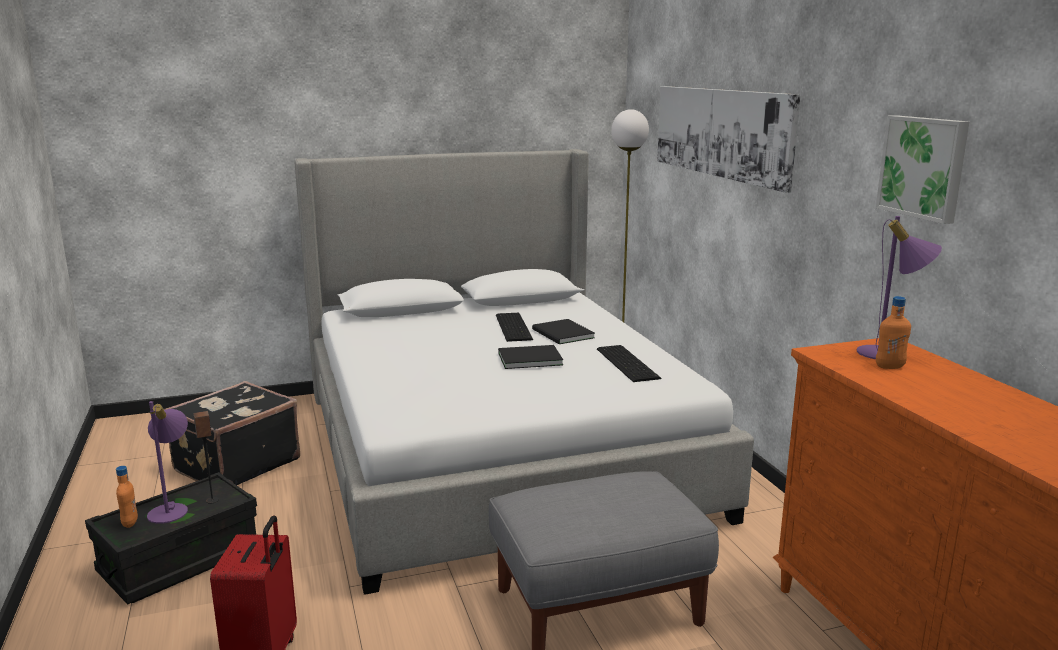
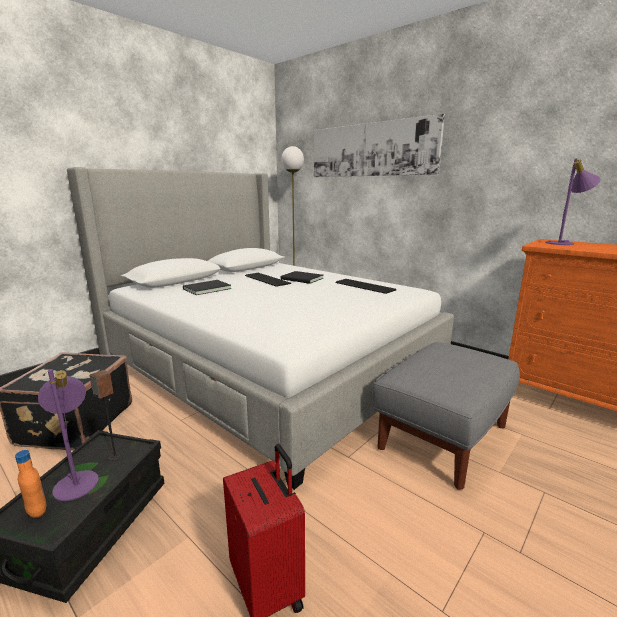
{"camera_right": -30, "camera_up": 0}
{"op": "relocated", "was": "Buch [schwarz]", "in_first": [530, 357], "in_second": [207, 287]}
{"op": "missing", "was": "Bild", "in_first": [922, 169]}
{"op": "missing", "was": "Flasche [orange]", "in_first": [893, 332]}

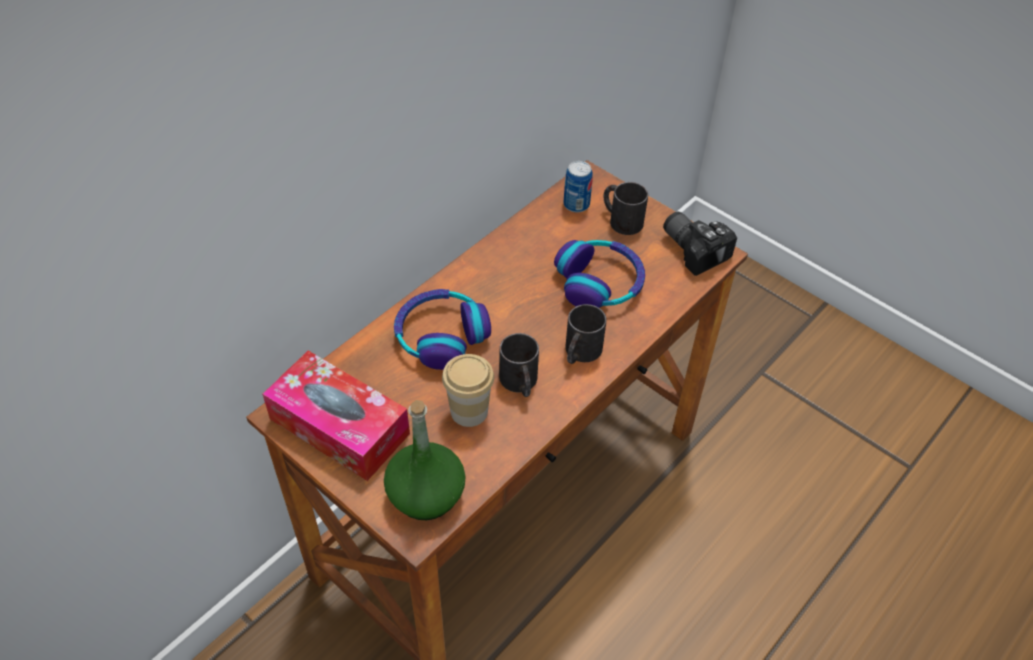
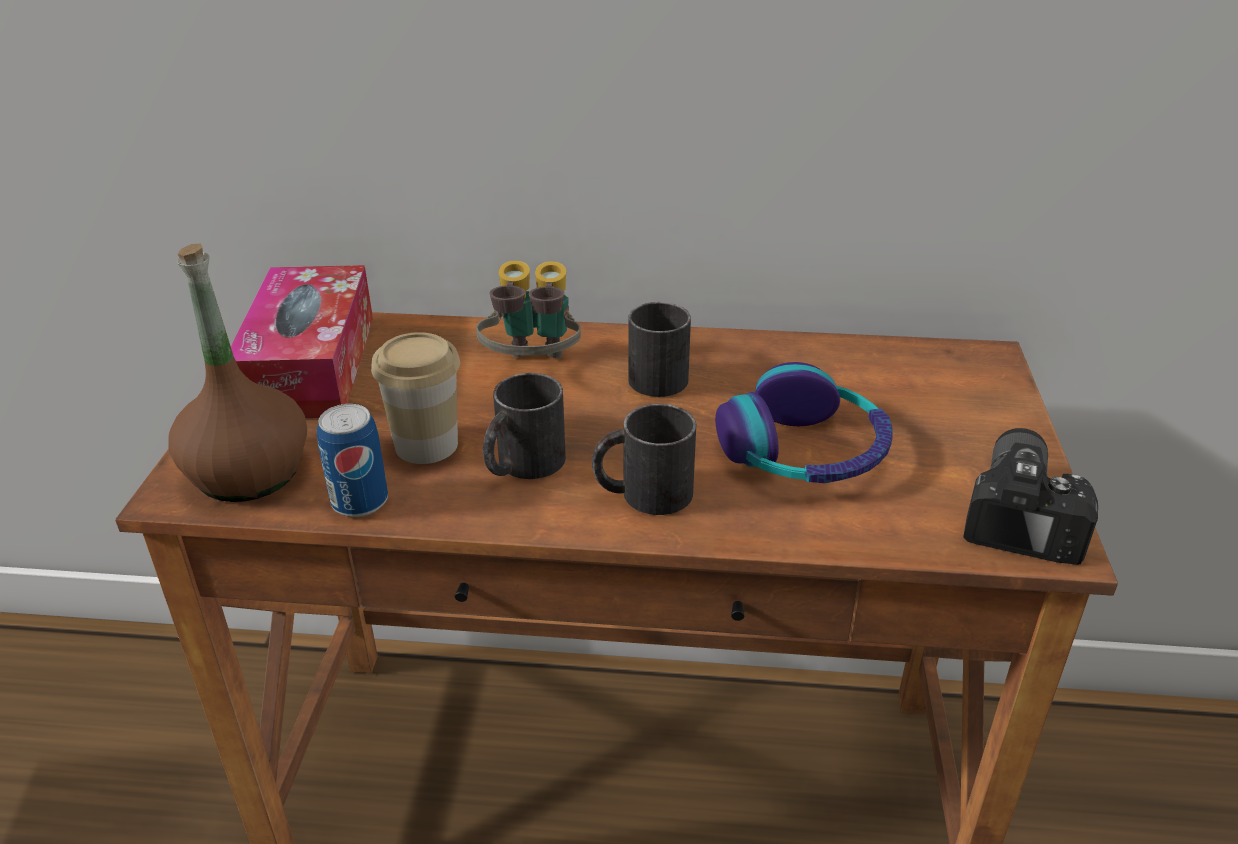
{"camera_right": 55, "camera_up": -15}
{"op": "colour", "was": "Flasche [grün]", "now": "Flasche [braun]", "in_first": [425, 460], "in_second": [238, 373]}
{"op": "relocated", "was": "Dose", "in_first": [578, 187], "in_second": [352, 460]}
{"op": "exchanged", "was": "Kopfhörer", "now": "Fernglas", "in_first": [442, 329], "in_second": [528, 309]}
{"op": "relocated", "was": "Henkelbecher [schwarz]", "in_first": [625, 208], "in_second": [659, 349]}

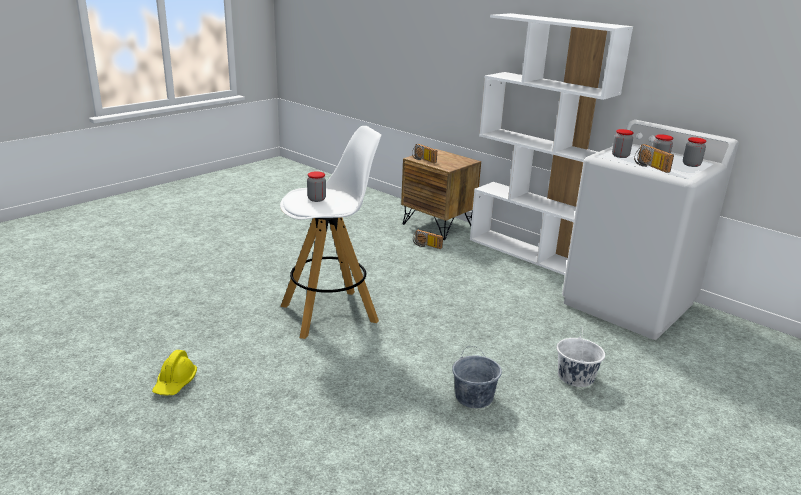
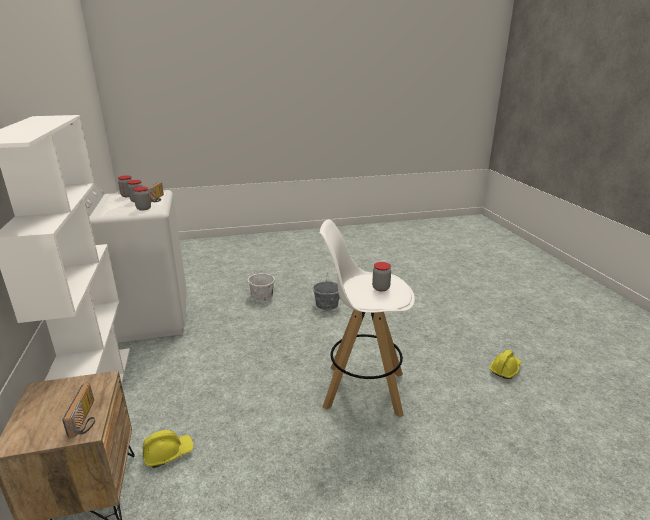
{"camera_right": -145, "camera_up": 0}
{"op": "exchanged", "was": "Radio", "now": "Schutzhelm [gelb]", "in_first": [428, 239], "in_second": [168, 449]}

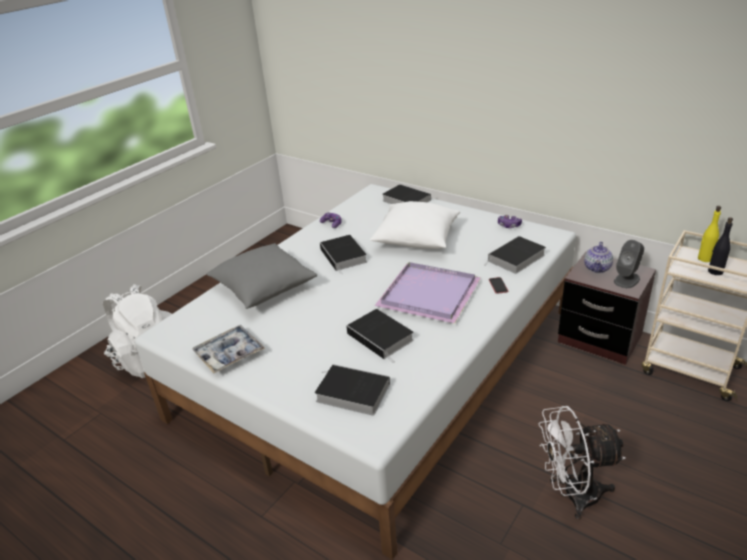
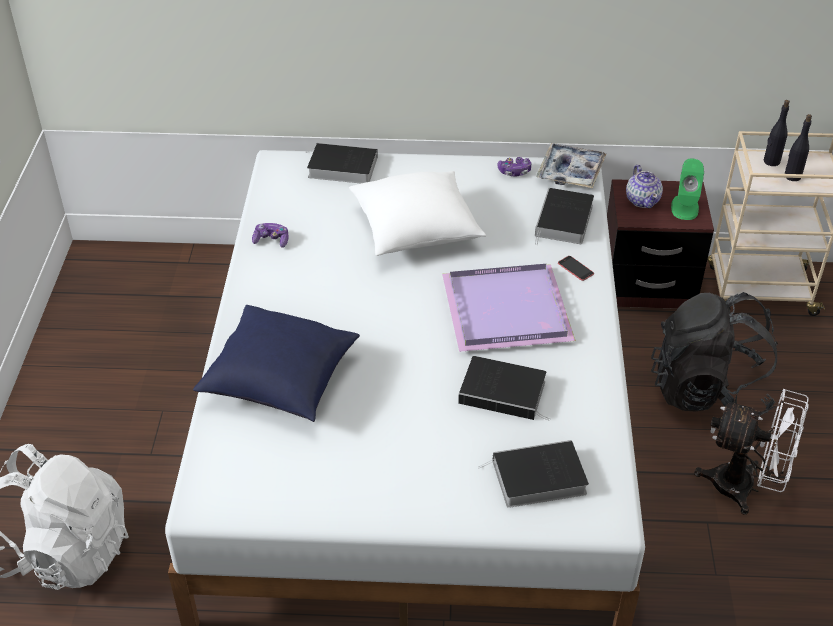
{"camera_right": -35, "camera_up": 10}
{"op": "colour", "was": "Kissen [grau]", "now": "Kissen [blau]", "in_first": [261, 276], "in_second": [276, 363]}
{"op": "relocated", "was": "Tablett", "in_first": [228, 349], "in_second": [572, 165]}
{"op": "appeared", "now": "Rucksack [schwarz]", "in_second": [714, 354]}
{"op": "colour", "was": "Lautsprecher [grau]", "now": "Lautsprecher [grün]", "in_first": [629, 264], "in_second": [687, 189]}
{"op": "spun", "was": "Ventilator [weiß]", "in_first": [582, 463], "in_second": [751, 452], "clockwise": -120}
{"op": "colour", "was": "Flasche [gelb]", "now": "Flasche [schwarz]", "in_first": [709, 234], "in_second": [777, 133]}
{"op": "missing", "was": "Buch", "in_first": [343, 255]}

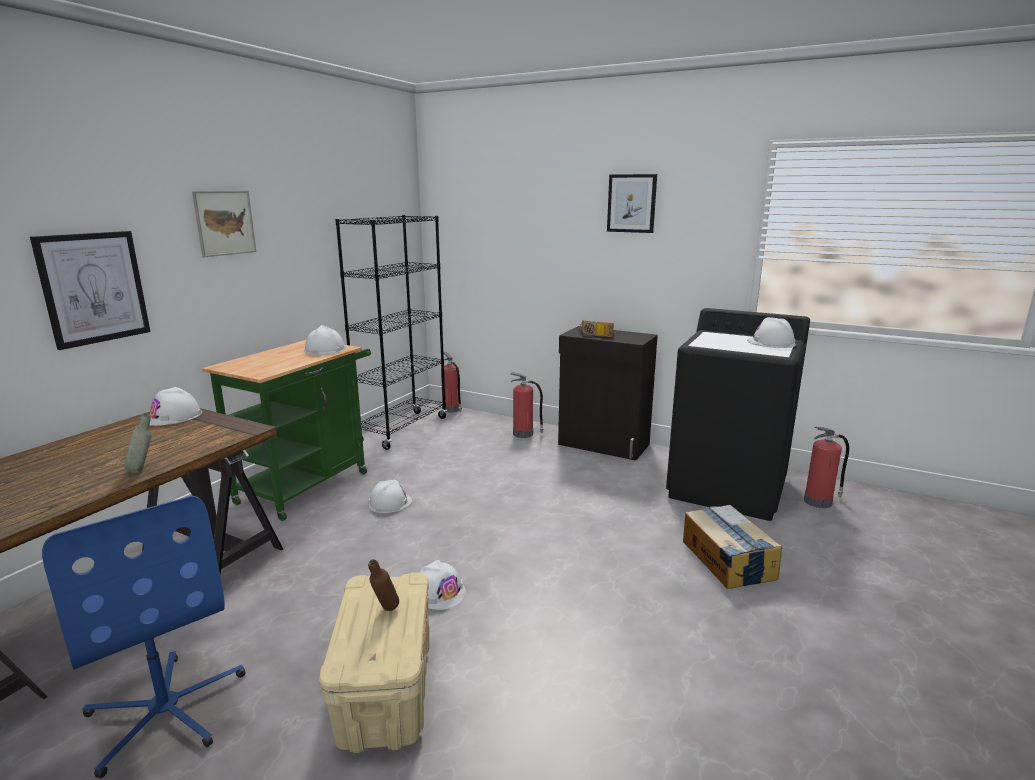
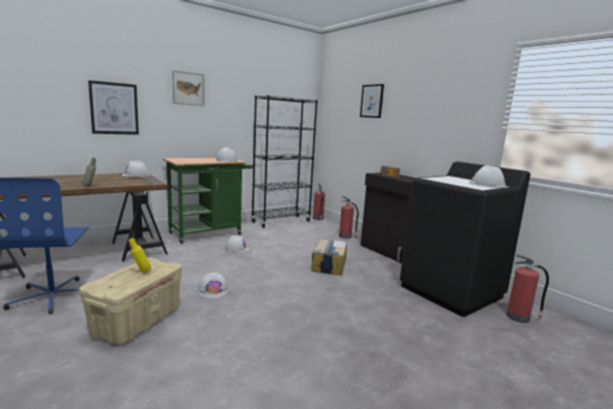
{"camera_right": 25, "camera_up": -5}
{"op": "colour", "was": "Flasche [braun]", "now": "Flasche [gelb]", "in_first": [383, 585], "in_second": [140, 255]}
{"op": "relocated", "was": "Karton", "in_first": [732, 547], "in_second": [329, 257]}
{"op": "relocated", "was": "Bild", "in_first": [632, 203], "in_second": [372, 101]}

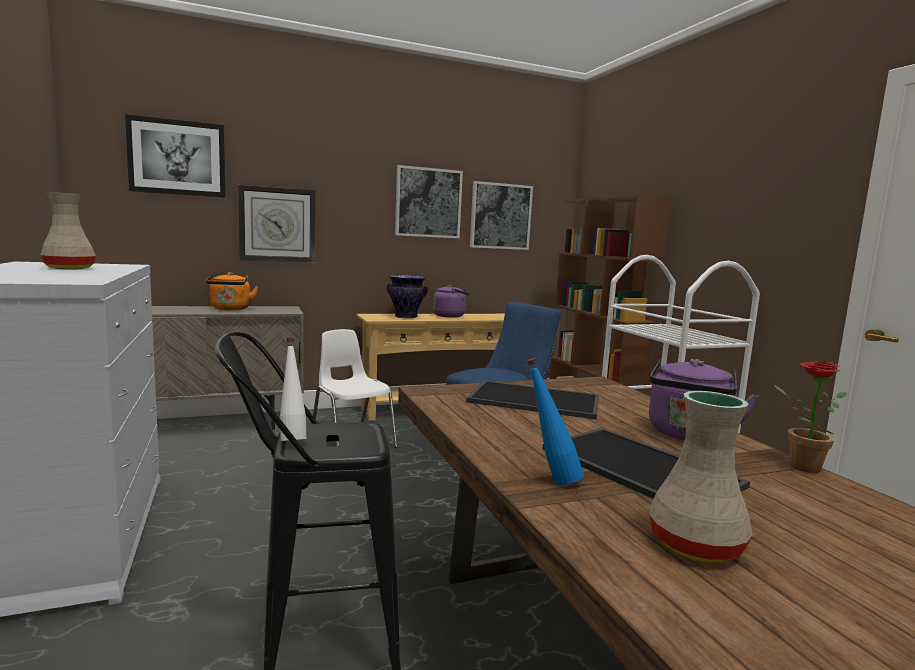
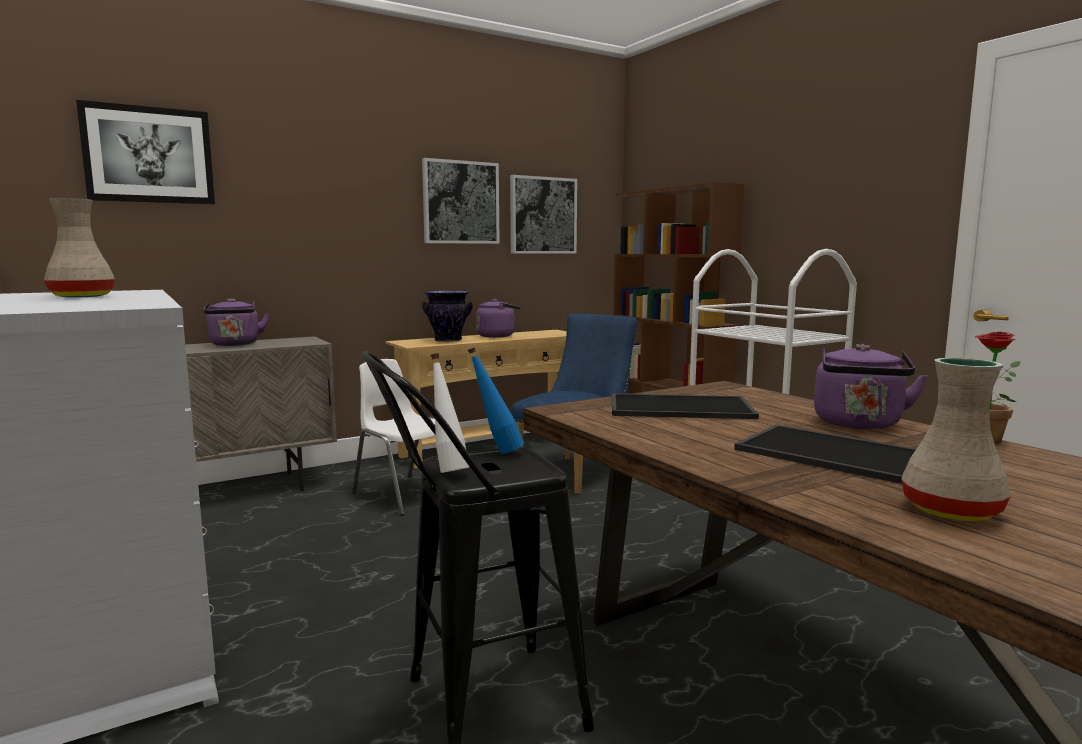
{"camera_right": -10, "camera_up": 0}
{"op": "colour", "was": "Wasserkessel [orange]", "now": "Wasserkessel [lila]", "in_first": [232, 291], "in_second": [236, 322]}
{"op": "relocated", "was": "Flasche [blau]", "in_first": [555, 421], "in_second": [496, 400]}
{"op": "missing", "was": "Wanduhr", "in_first": [276, 223]}

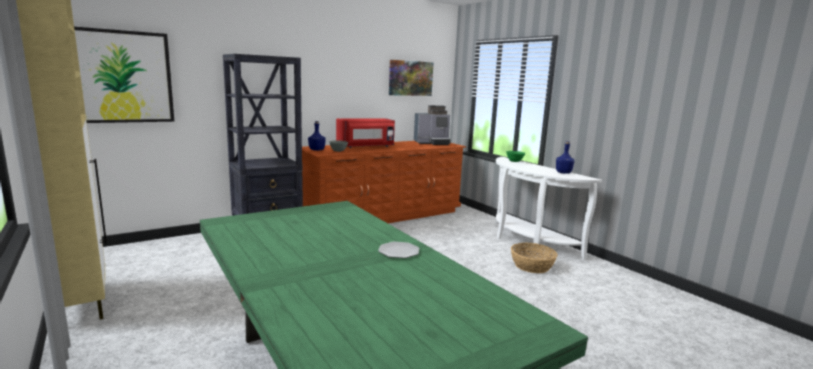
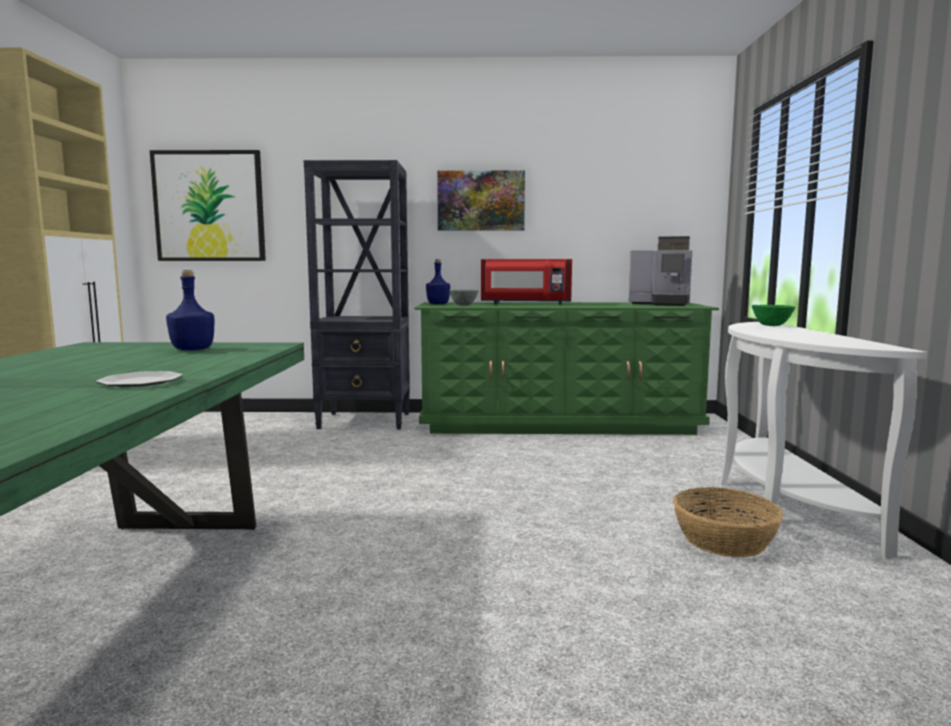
{"camera_right": 35, "camera_up": -5}
{"op": "relocated", "was": "Flasche [blau]", "in_first": [565, 157], "in_second": [190, 310]}
{"op": "colour", "was": "Kommode [braun]", "now": "Kommode [grün]", "in_first": [384, 182], "in_second": [566, 368]}
{"op": "relocated", "was": "Bild", "in_first": [411, 78], "in_second": [481, 200]}

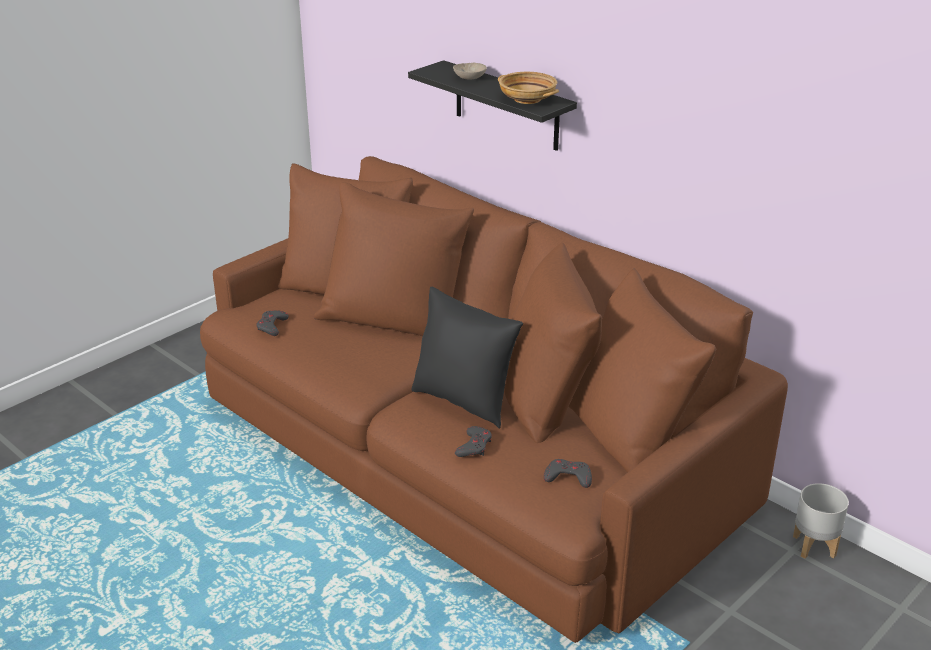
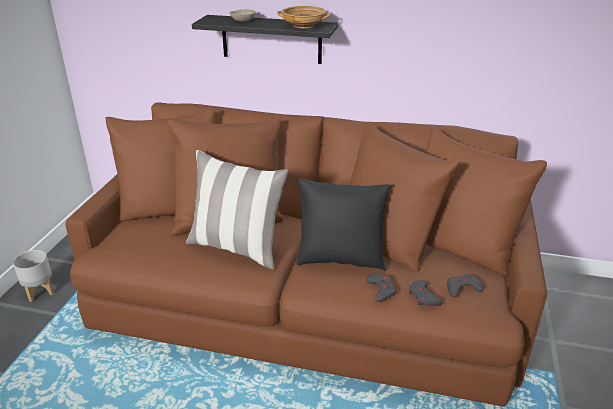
{"camera_right": -30, "camera_up": 0}
{"op": "relocated", "was": "Pflanzkübel [grau]", "in_first": [821, 521], "in_second": [33, 276]}
{"op": "appeared", "now": "Kissen", "in_second": [237, 210]}
{"op": "relocated", "was": "Gamepad [grau]", "in_first": [272, 323], "in_second": [426, 293]}

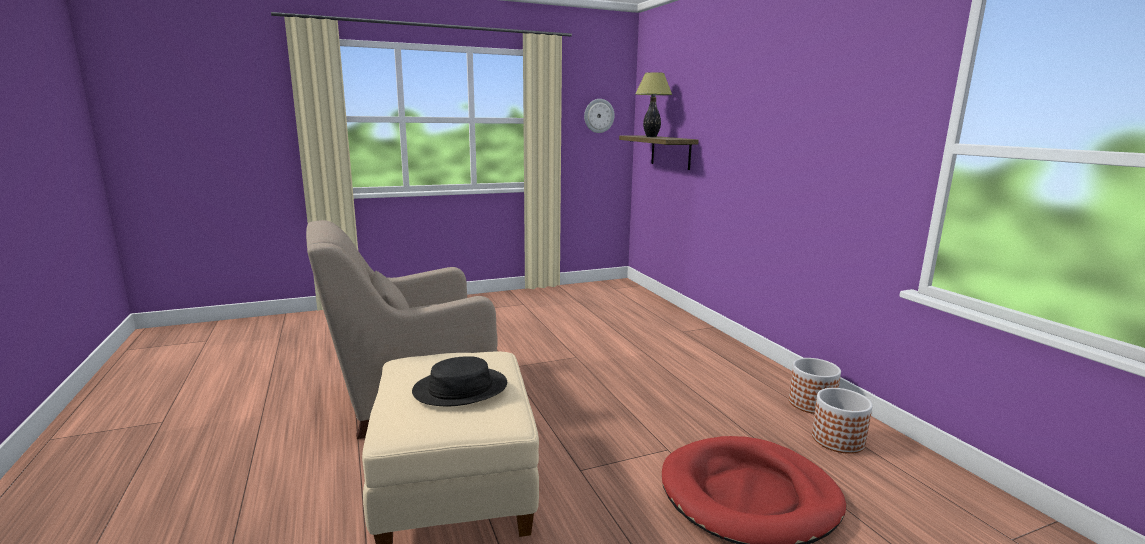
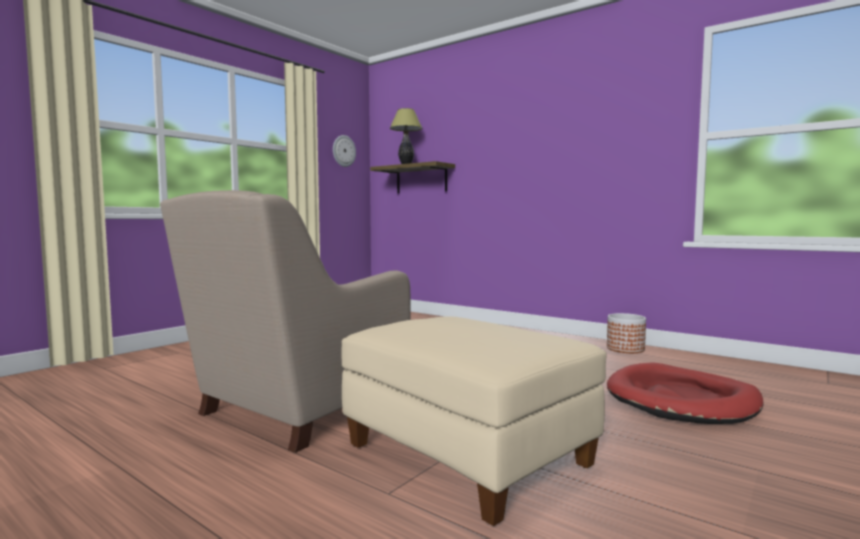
{"camera_right": -30, "camera_up": -10}
{"op": "missing", "was": "Hut [schwarz]", "in_first": [459, 381]}
{"op": "missing", "was": "Pflanzkübel", "in_first": [842, 421]}

